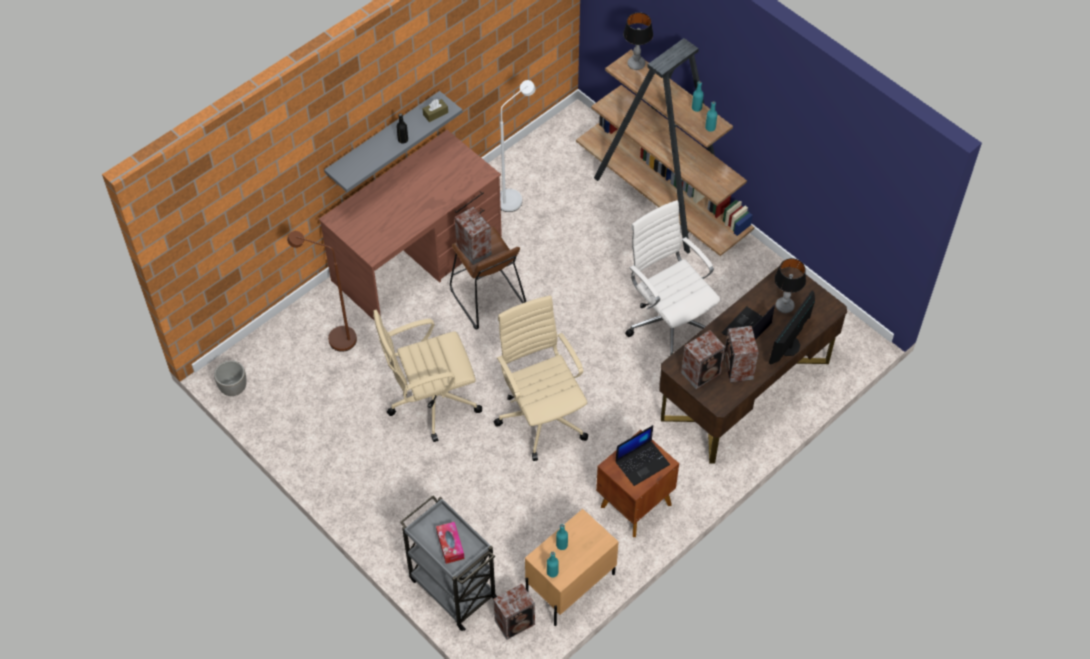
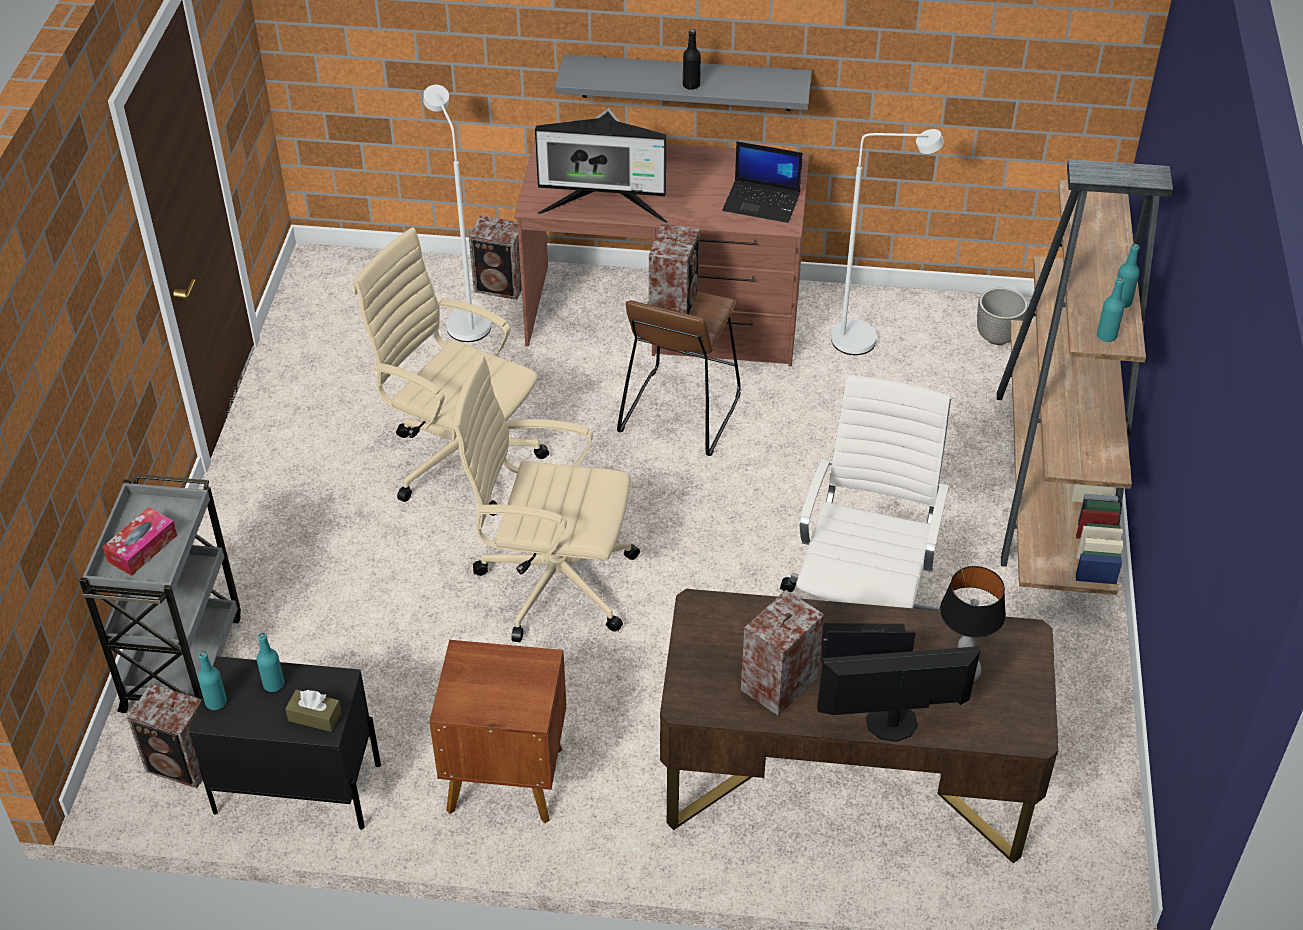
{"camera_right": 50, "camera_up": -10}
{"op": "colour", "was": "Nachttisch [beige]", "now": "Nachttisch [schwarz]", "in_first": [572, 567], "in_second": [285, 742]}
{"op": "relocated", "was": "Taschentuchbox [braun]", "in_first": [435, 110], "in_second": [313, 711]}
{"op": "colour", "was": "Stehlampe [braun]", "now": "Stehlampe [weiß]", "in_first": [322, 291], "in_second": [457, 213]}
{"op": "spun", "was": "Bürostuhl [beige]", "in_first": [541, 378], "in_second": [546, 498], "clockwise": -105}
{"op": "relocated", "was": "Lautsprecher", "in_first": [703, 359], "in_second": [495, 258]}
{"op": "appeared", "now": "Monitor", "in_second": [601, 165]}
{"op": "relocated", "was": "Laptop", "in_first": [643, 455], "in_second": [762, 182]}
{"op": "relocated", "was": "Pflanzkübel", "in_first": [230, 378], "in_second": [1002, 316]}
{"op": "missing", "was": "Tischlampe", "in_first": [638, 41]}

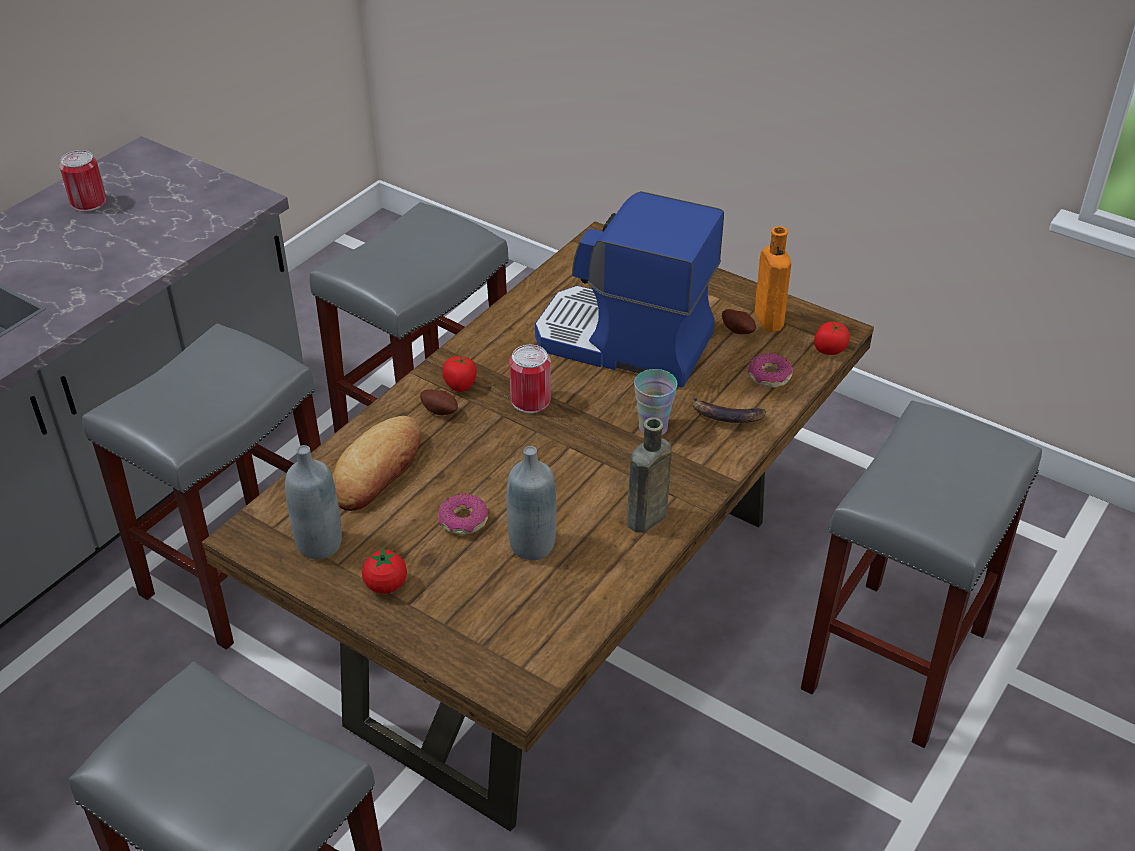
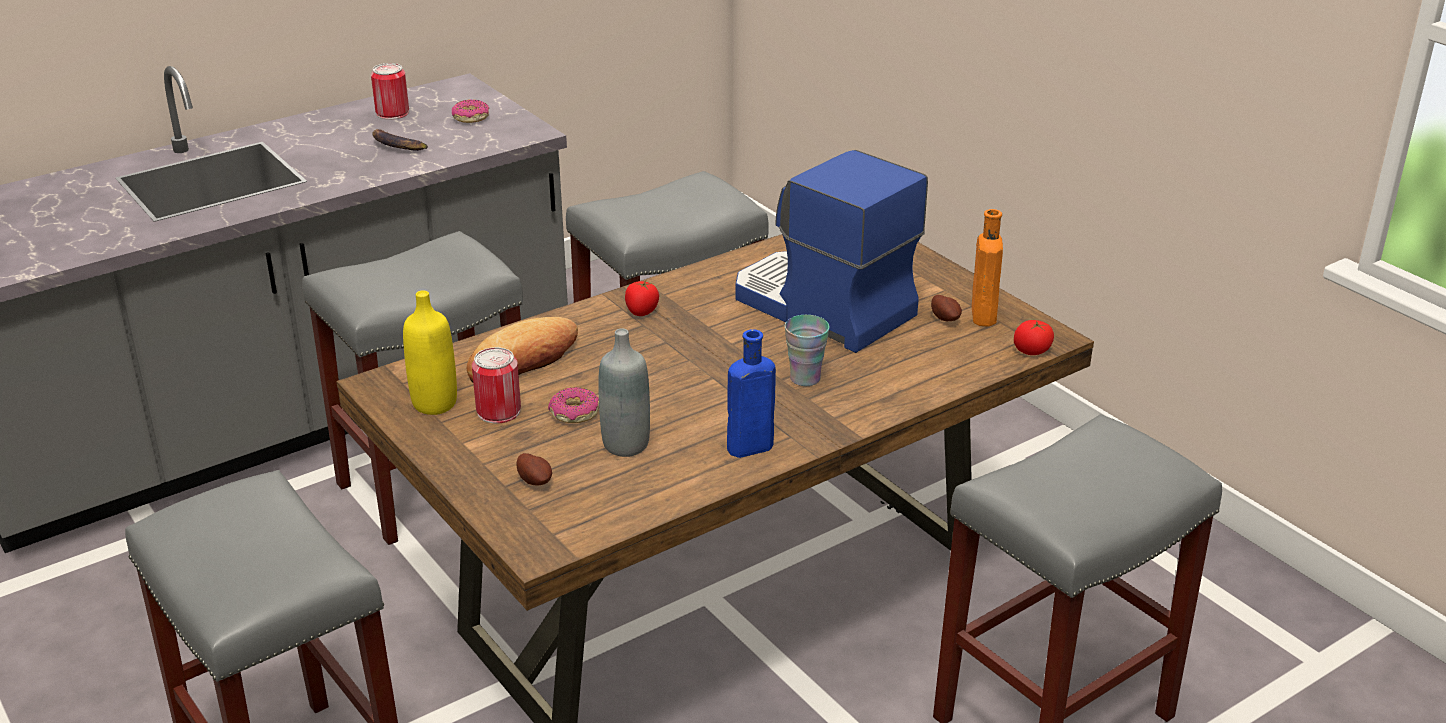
{"camera_right": 20, "camera_up": -10}
{"op": "relocated", "was": "Banane", "in_first": [729, 409], "in_second": [400, 140]}
{"op": "colour", "was": "Flasche [grau]", "now": "Flasche [gelb]", "in_first": [313, 502], "in_second": [430, 352]}
{"op": "relocated", "was": "Donut", "in_first": [770, 370], "in_second": [470, 111]}
{"op": "relocated", "was": "Dose", "in_first": [530, 379], "in_second": [496, 385]}
{"op": "relocated", "was": "Kartoffel", "in_first": [439, 402], "in_second": [534, 469]}
{"op": "colour", "was": "Flasche [braun]", "now": "Flasche [blau]", "in_first": [649, 475], "in_second": [751, 393]}
{"op": "missing", "was": "Tomate", "in_first": [384, 570]}

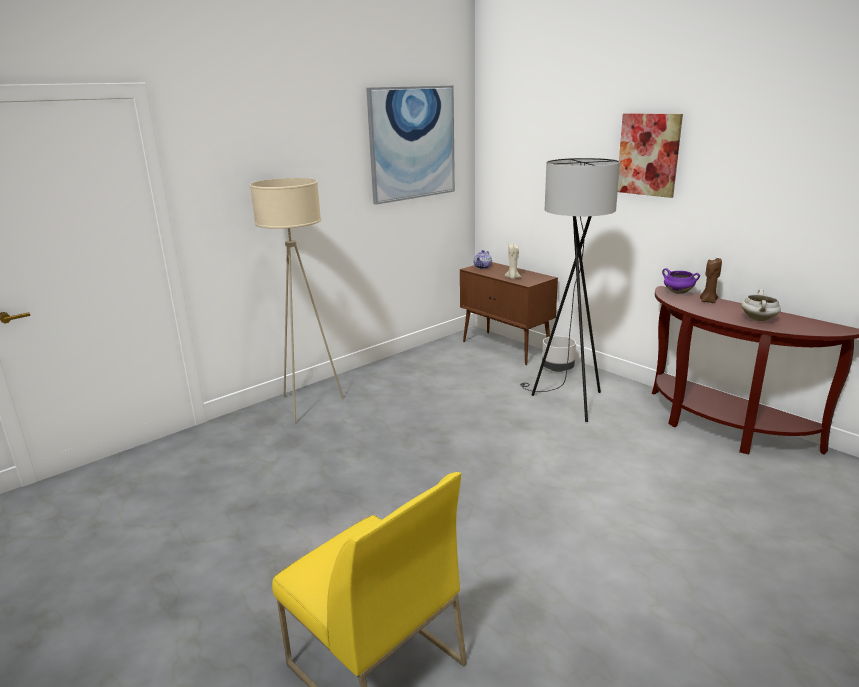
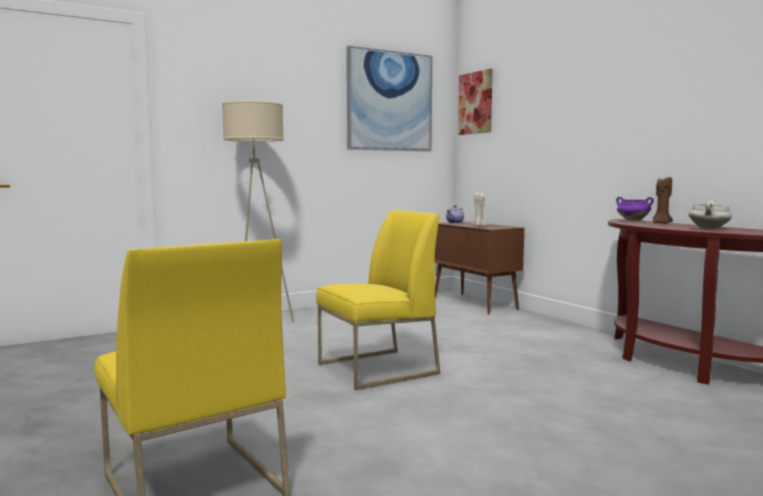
{"camera_right": 10, "camera_up": -15}
{"op": "appeared", "now": "Stuhl [gelb]", "in_second": [378, 300]}
{"op": "relocated", "was": "Bild", "in_first": [650, 155], "in_second": [475, 102]}
{"op": "missing", "was": "Stehlampe [grau]", "in_first": [570, 290]}
{"op": "missing", "was": "Pflanzkübel [grau]", "in_first": [559, 354]}

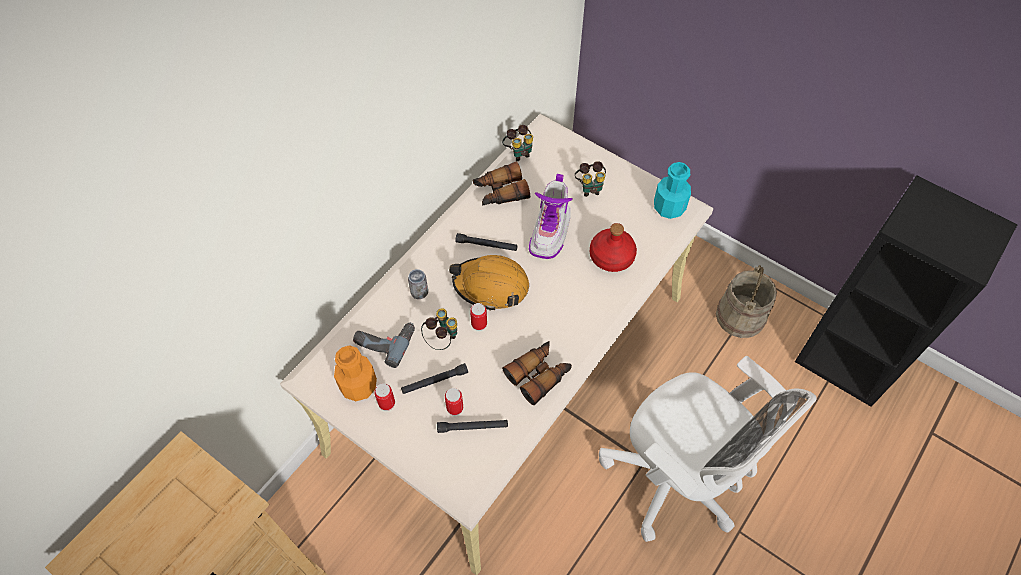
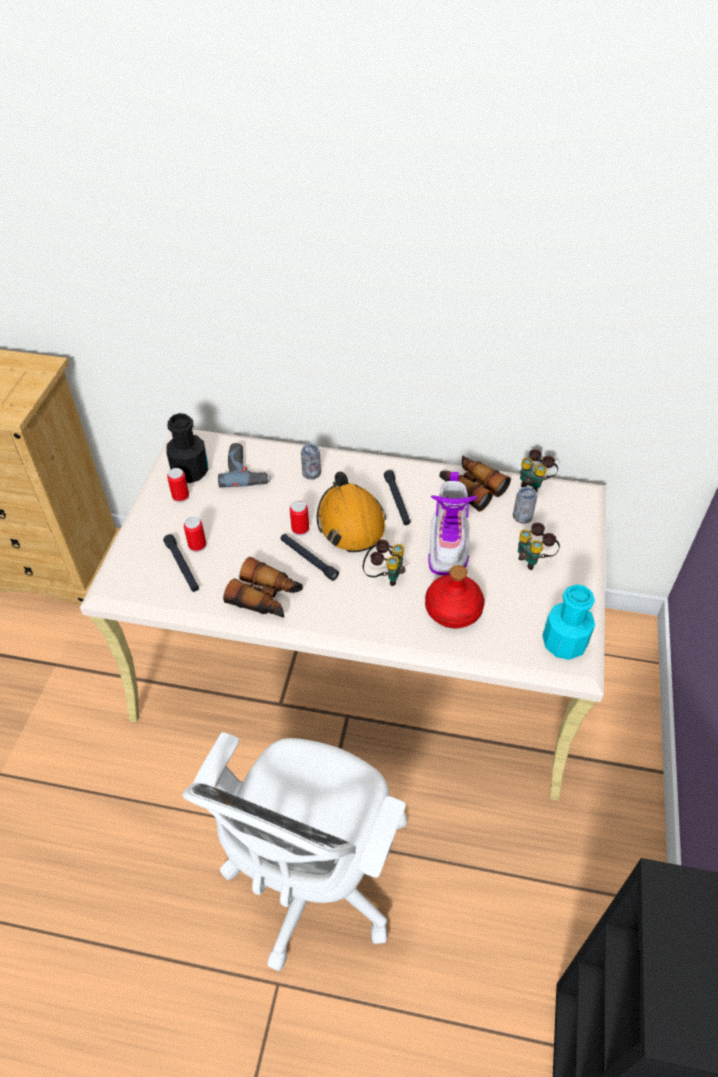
{"camera_right": 65, "camera_up": -10}
{"op": "colour", "was": "Flasche [orange]", "now": "Flasche [schwarz]", "in_first": [355, 373], "in_second": [187, 448]}
{"op": "relocated", "was": "Taschenlampe [schwarz]", "in_first": [434, 378], "in_second": [310, 557]}
{"op": "relocated", "was": "Fernglas", "in_first": [439, 329], "in_second": [384, 563]}
{"op": "spun", "was": "Stiefel", "in_first": [551, 216], "in_second": [452, 524], "clockwise": -75}
{"op": "appeared", "now": "Dose", "in_second": [525, 505]}
{"op": "missing", "was": "Eimer [beige]", "in_first": [746, 301]}

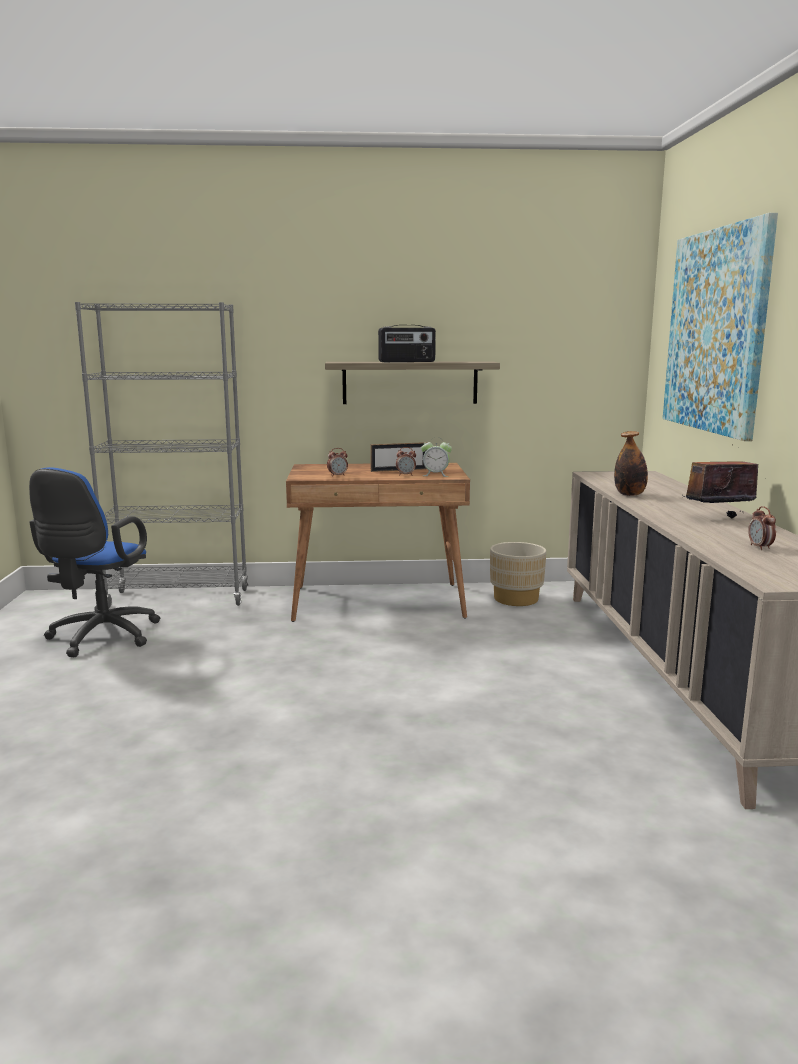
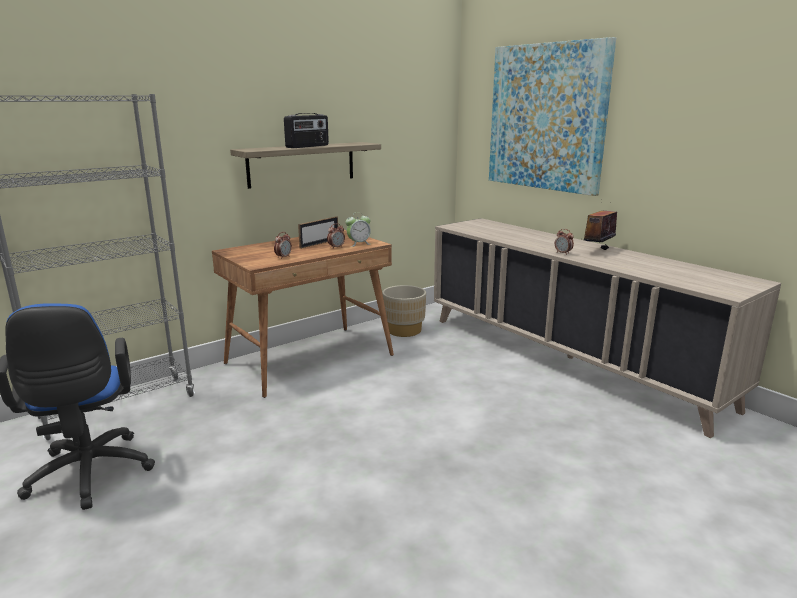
{"camera_right": -35, "camera_up": 5}
{"op": "relocated", "was": "Wecker", "in_first": [762, 528], "in_second": [564, 242]}
{"op": "missing", "was": "Flasche", "in_first": [631, 463]}

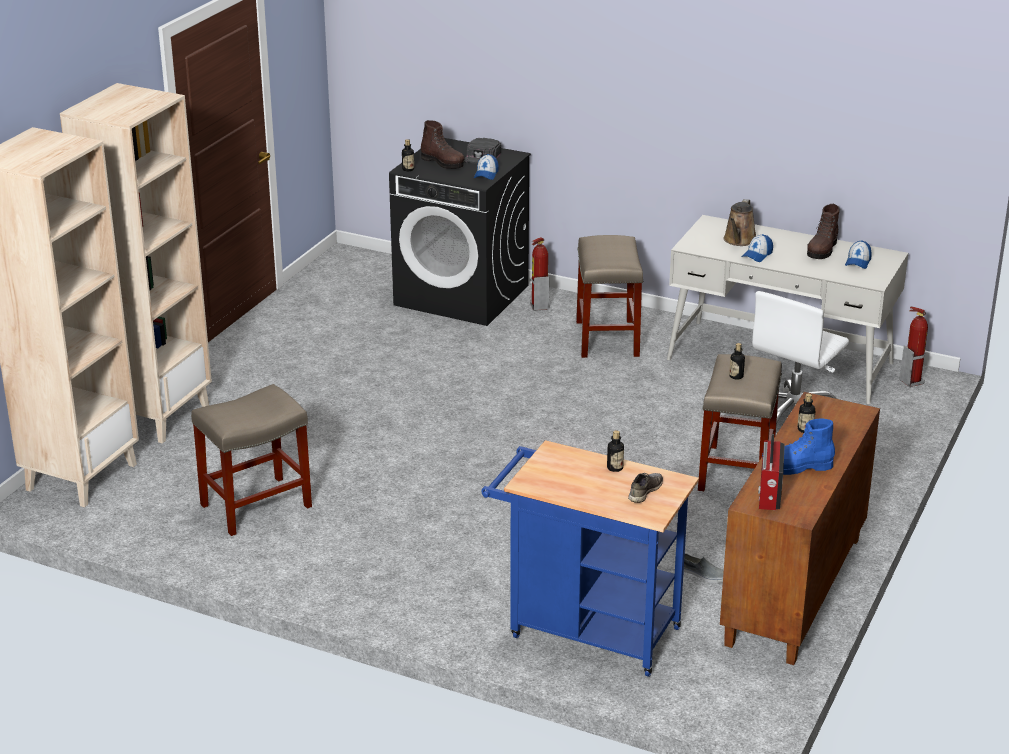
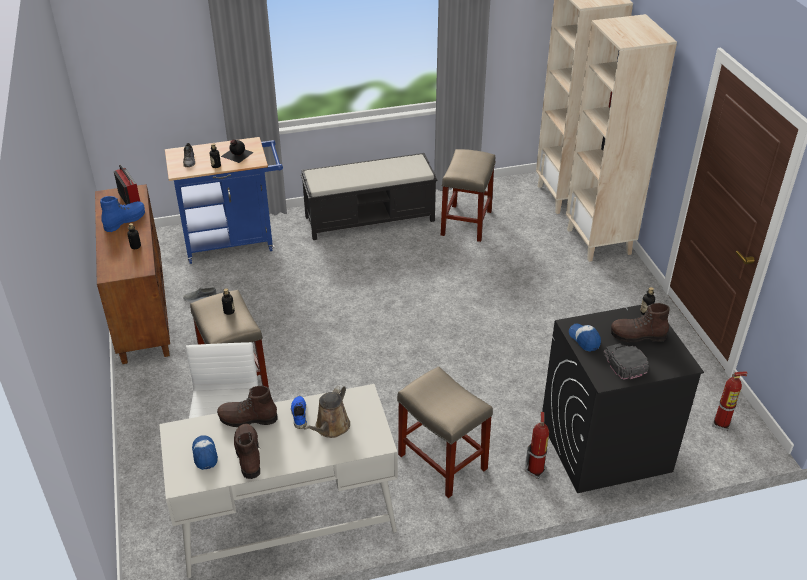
{"camera_right": 140, "camera_up": 10}
{"op": "appeared", "now": "Stiefel [braun]", "in_second": [247, 406]}
{"op": "appeared", "now": "Flasche [schwarz]", "in_second": [237, 151]}
{"op": "exchanged", "was": "Kappe", "now": "Schuh [blau]", "in_first": [757, 248], "in_second": [299, 412]}
{"op": "appeared", "now": "Bank [schwarz]", "in_second": [369, 196]}
{"op": "spun", "was": "Gießkanne [braun]", "in_first": [739, 222], "in_second": [327, 411], "clockwise": -135}
{"op": "relocated", "was": "Feuerlöscher", "in_first": [913, 346], "in_second": [730, 401]}

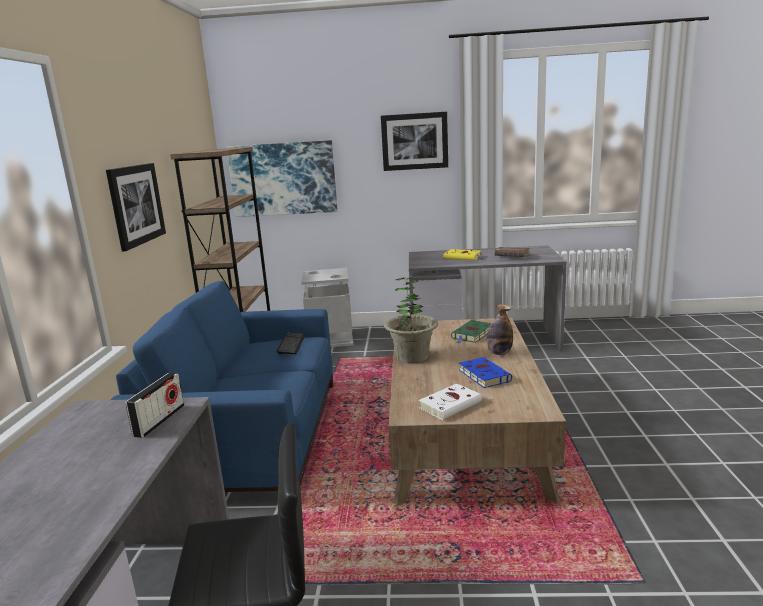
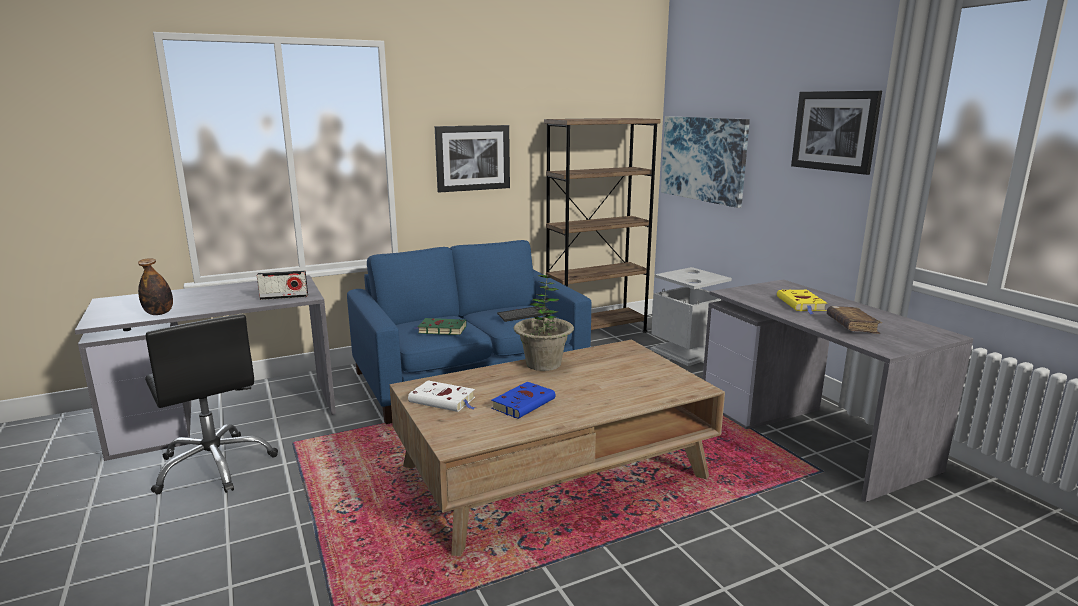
{"camera_right": 60, "camera_up": 0}
{"op": "relocated", "was": "Flasche", "in_first": [500, 329], "in_second": [155, 286]}
{"op": "relocated", "was": "Buch [grün]", "in_first": [471, 332], "in_second": [440, 326]}

